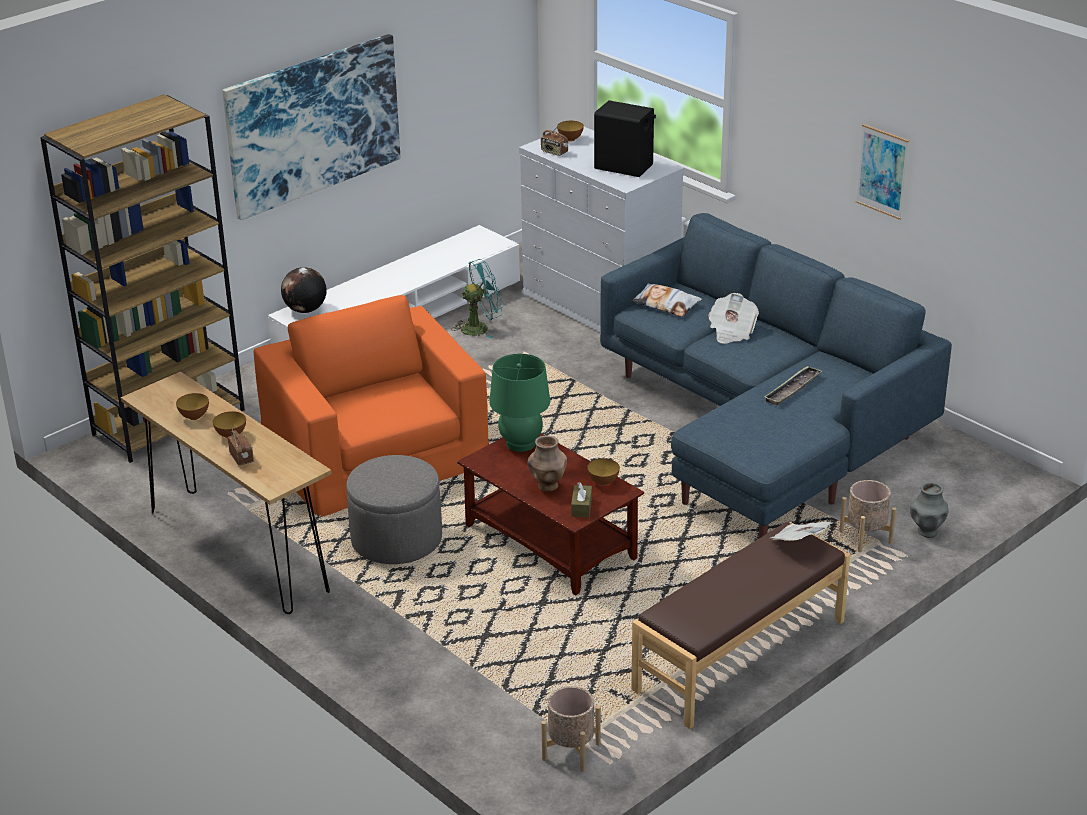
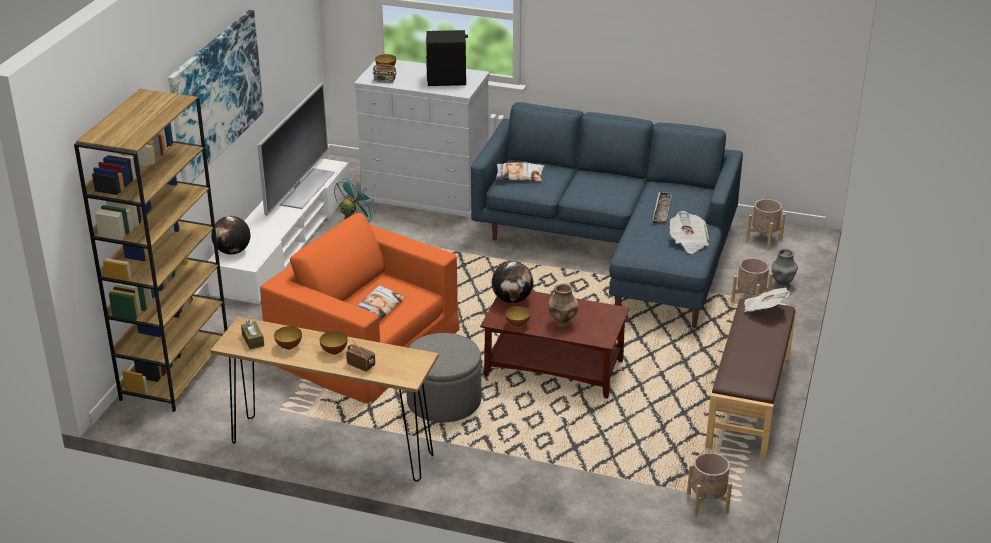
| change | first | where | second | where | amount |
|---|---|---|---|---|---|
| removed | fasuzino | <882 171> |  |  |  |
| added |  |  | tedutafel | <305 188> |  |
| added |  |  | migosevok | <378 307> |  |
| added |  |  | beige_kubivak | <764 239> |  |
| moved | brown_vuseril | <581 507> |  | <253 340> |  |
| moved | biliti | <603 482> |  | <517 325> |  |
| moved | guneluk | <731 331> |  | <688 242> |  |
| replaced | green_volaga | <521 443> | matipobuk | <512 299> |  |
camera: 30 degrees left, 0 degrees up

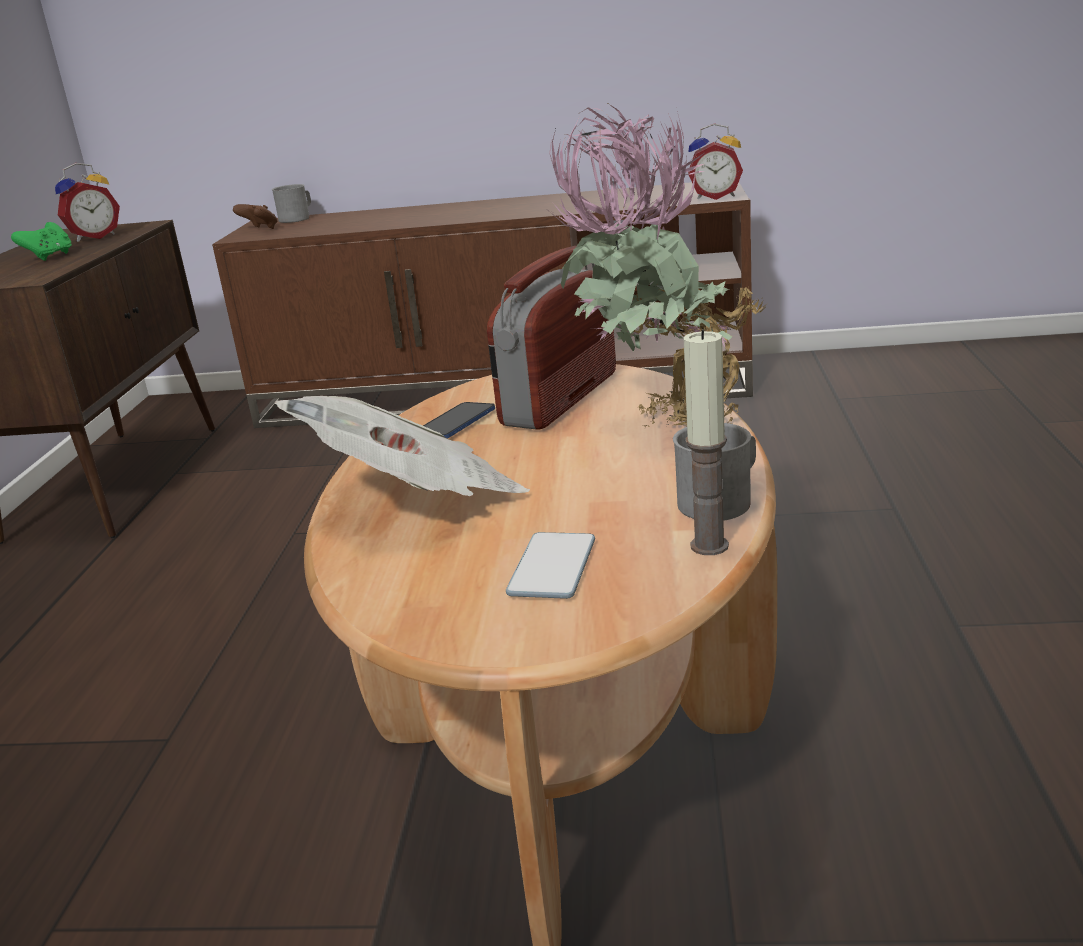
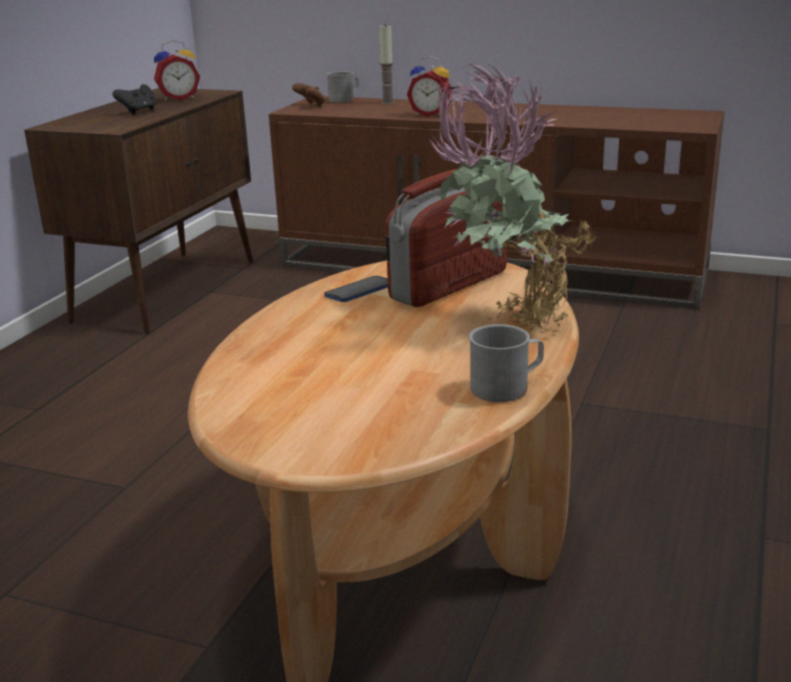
| change | first | where | second | where | amount |
|---|---|---|---|---|---|
| removed | guneluk | <416 500> |  |  |  |
| removed | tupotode | <552 567> |  |  |  |
| moved | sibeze | <709 546> |  | <388 103> |  |
| moved | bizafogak | <715 197> |  | <431 114> |  |
| recoloured | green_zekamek | <50 257> | black_zekamek | <138 111> |  |
camera: 15 degrees right, 0 degrees up

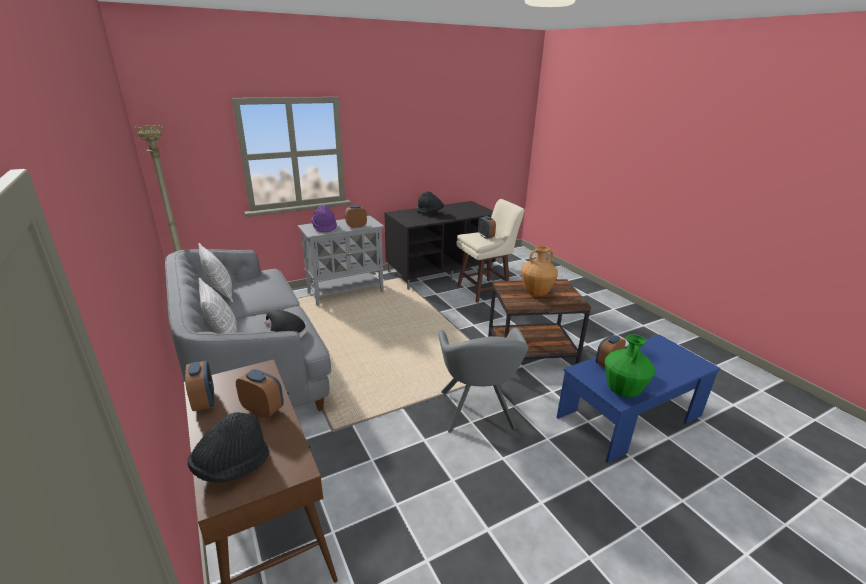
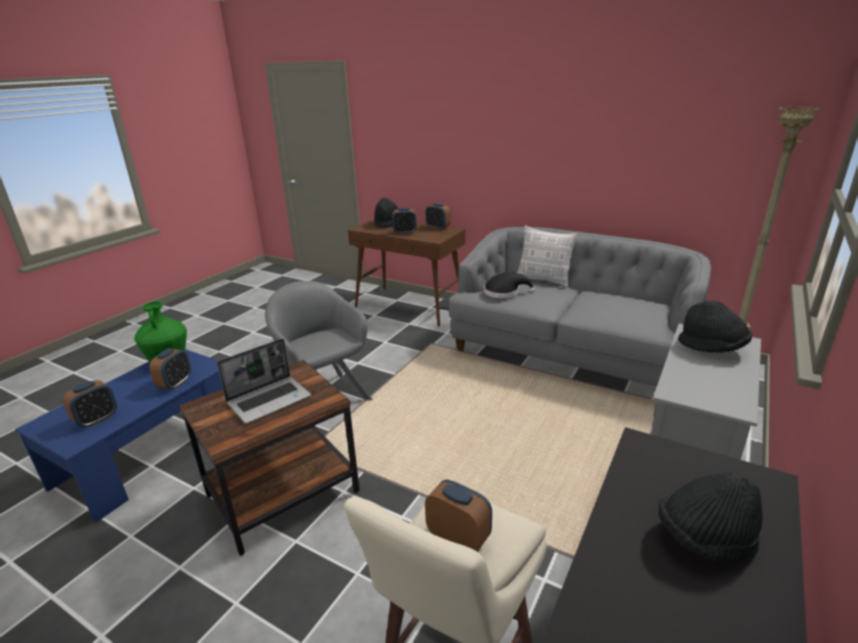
| change | first | where | second | where | amount |
|---|---|---|---|---|---|
| removed | migosevok | <220 293> |  |  |  |
| moved | bizafogak | <356 226> |  | <97 419> |  |
| replaced | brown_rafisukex | <536 293> | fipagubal | <270 400> |  |
| recoloured | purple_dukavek | <324 228> | black_dukavek | <712 348> |  |
camera: 150 degrees right, 0 degrees up

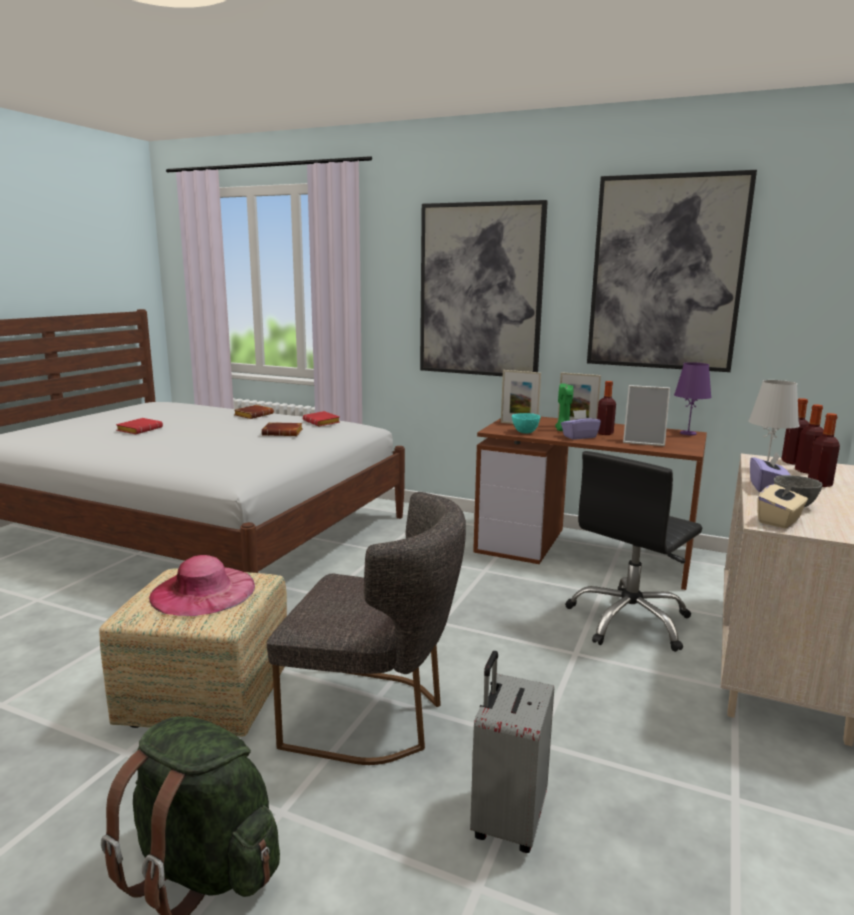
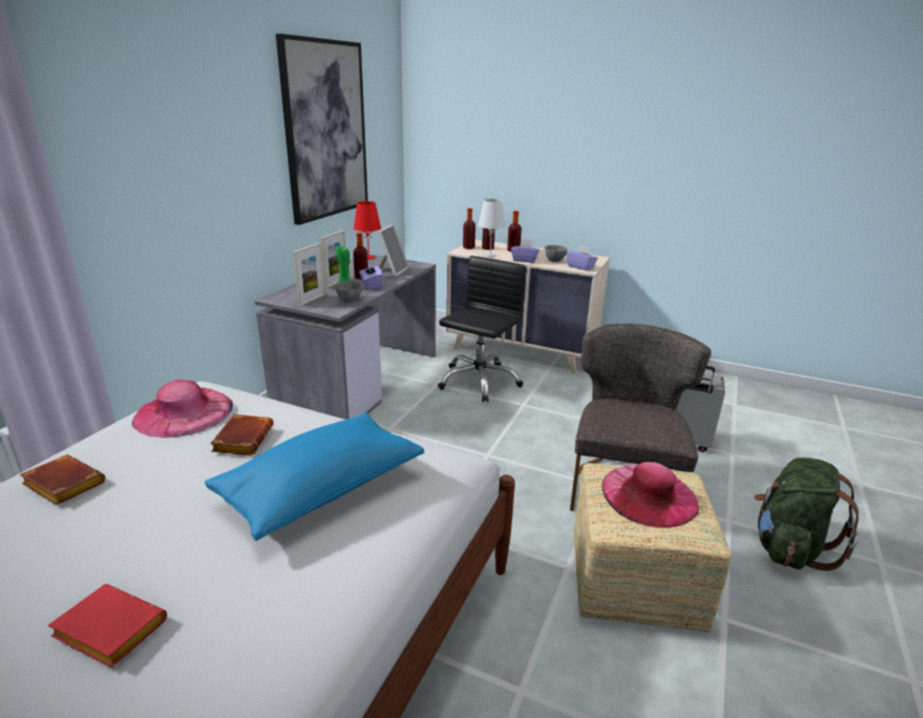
| change | first | where | second | where | amount |
|---|---|---|---|---|---|
| removed | fasuzino | <480 290> |  |  |  |
| added |  |  | blue_migosevok | <322 489> |  |
| replaced | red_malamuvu | <323 422> | pink_dukavek | <183 412> |  |
| recoloured | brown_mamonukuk | <585 551> | grey_mamonukuk | <359 379> |  |
| recoloured | turquoise_biliti | <525 432> | grey_biliti | <350 300> |  |
| recoloured | purple_volaga | <688 433> | red_volaga | <368 257> |  |
| recoloured | beige_vuseril | <779 521> | purple_vuseril | <580 267> |  |
| turned | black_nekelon | <629 621> |  | <478 381> | 105 degrees counterclockwise |
camera: 90 degrees left, 10 degrees up

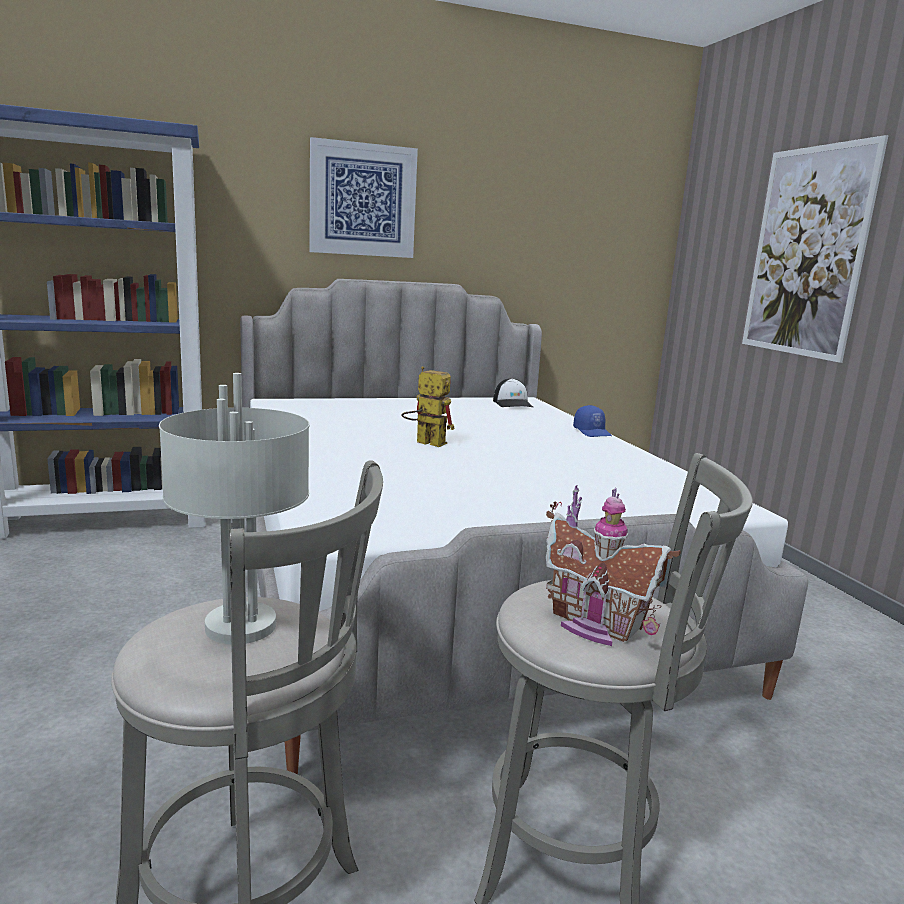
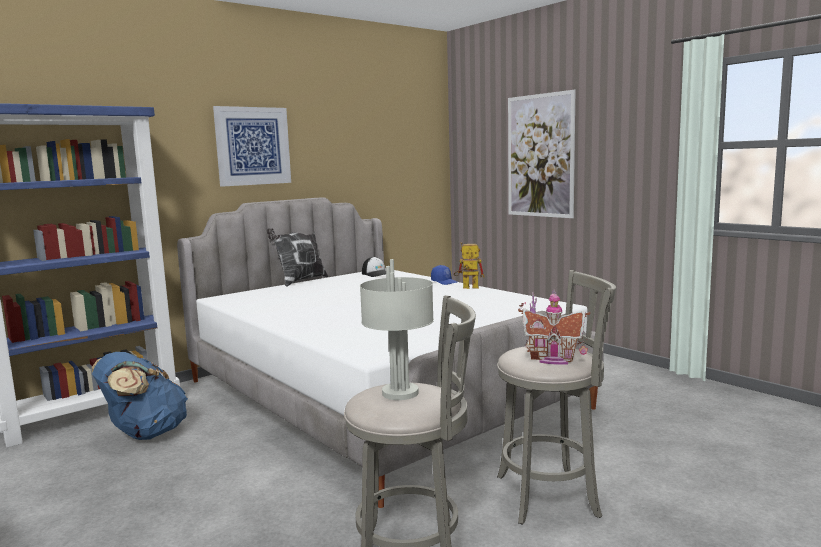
| change | first | where | second | where | amount |
|---|---|---|---|---|---|
| added |  |  | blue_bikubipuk | <145 434> |  |
| added |  |  | migosevok | <300 281> |  |
| moved | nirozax | <424 442> |  | <466 288> |  |
camera: 20 degrees left, 5 degrees down

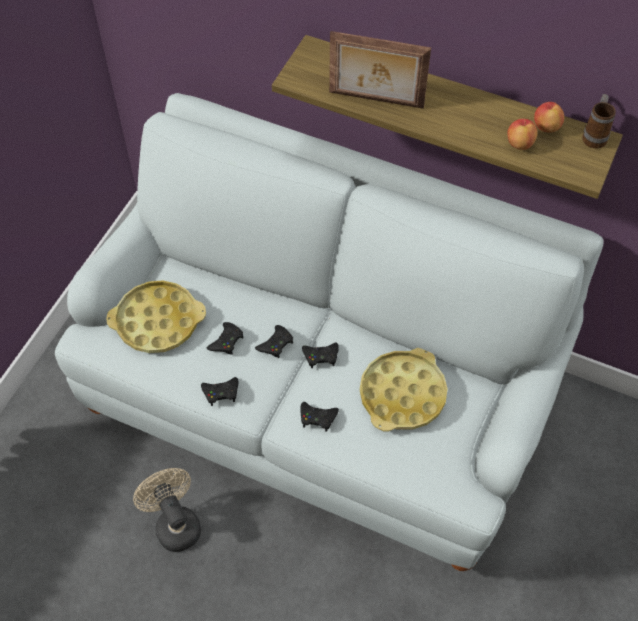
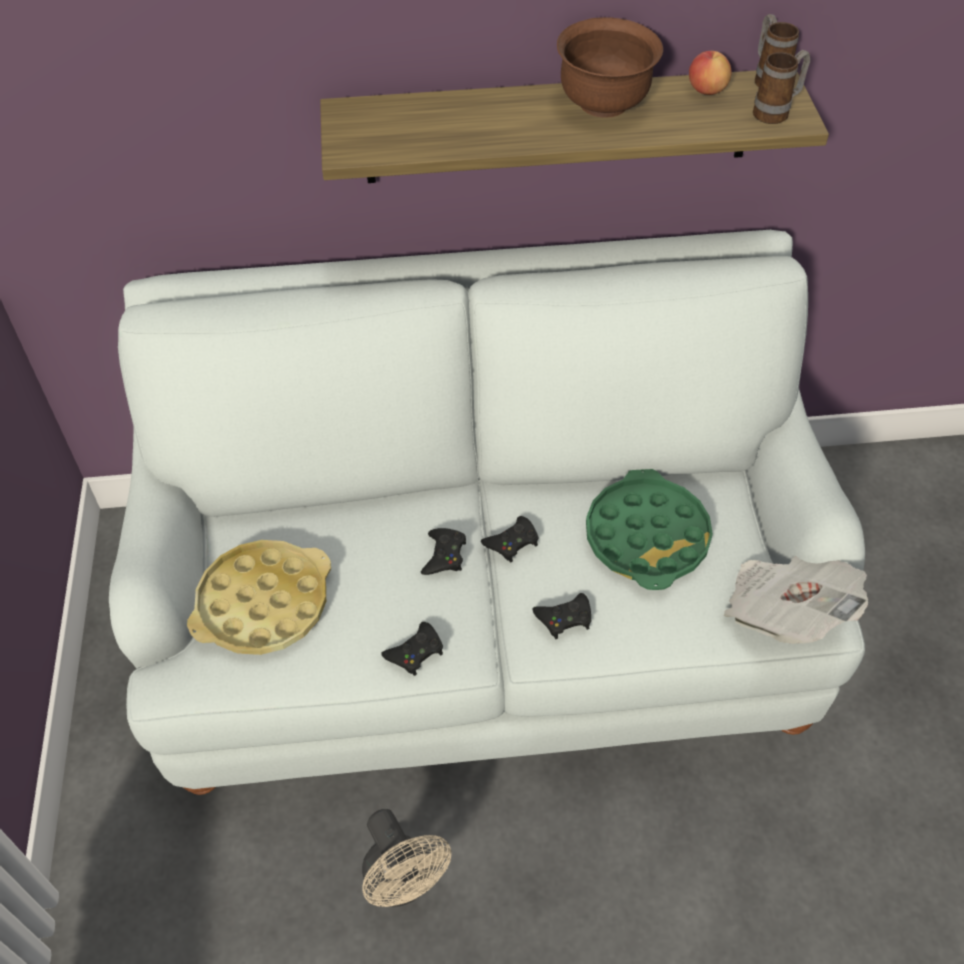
| change | first | where | second | where | amount |
|---|---|---|---|---|---|
| removed | black_zekamek | <226 341> |  |  |  |
| removed | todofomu | <376 101> |  |  |  |
| removed | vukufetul | <520 143> |  |  |  |
| added |  |  | brown_biliti | <604 104> |  |
| added |  |  | guneluk | <785 612> |  |
| added |  |  | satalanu | <776 112> |  |
| recoloured | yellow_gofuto | <402 394> | green_gofuto | <647 536> |  |
| turned | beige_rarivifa | <174 524> |  | <403 883> | 150 degrees counterclockwise |
camera: 30 degrees left, 5 degrees down

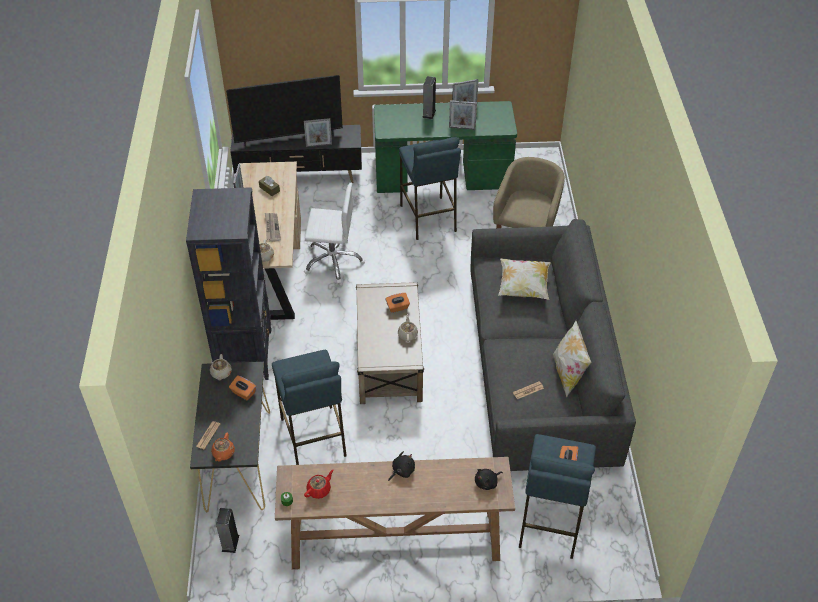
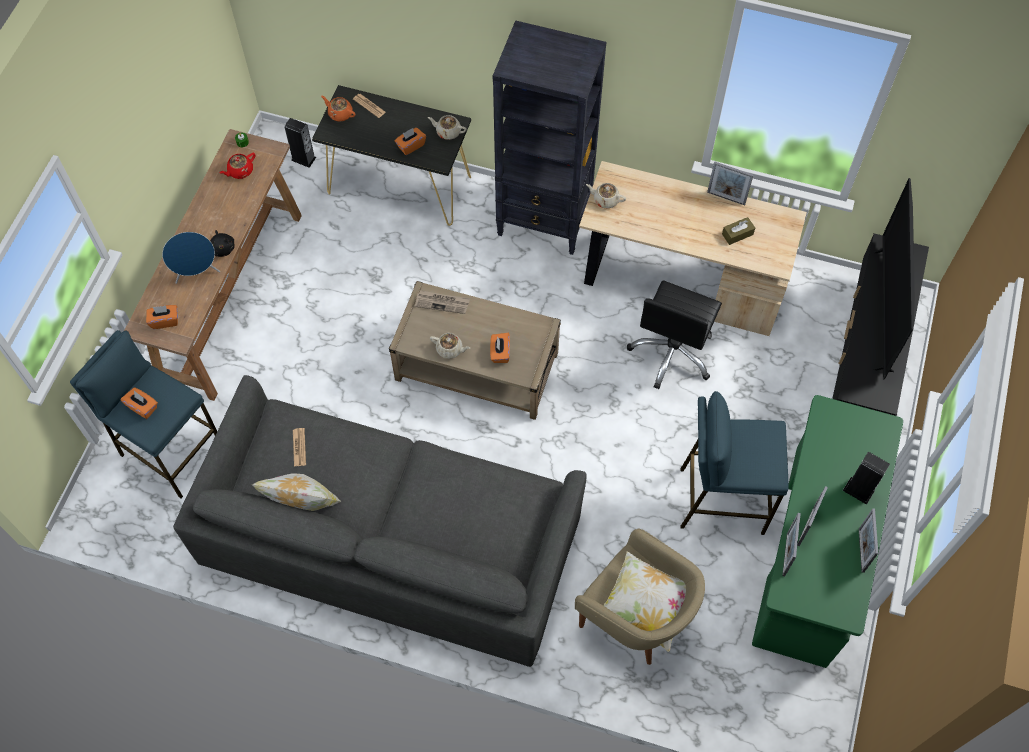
| change | first | where | second | where | amount |
|---|---|---|---|---|---|
| removed | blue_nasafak | <313 437> |  |  |  |
| added |  |  | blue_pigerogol | <197 273> |  |
| moved | guneluk | <272 228> |  | <442 303> |  |
| moved | todofomu | <319 145> |  | <785 554> |  |
| moved | migosevok | <523 287> |  | <645 606> |  |
| replaced | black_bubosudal | <487 482> | orange_vuseril | <165 321> |  |
| recoloured | white_nekelon | <333 261> | black_nekelon | <672 353> |  |
| turned | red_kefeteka | <319 490> |  | <240 171> | 75 degrees clockwise |
camera: 110 degrees right, 15 degrees up

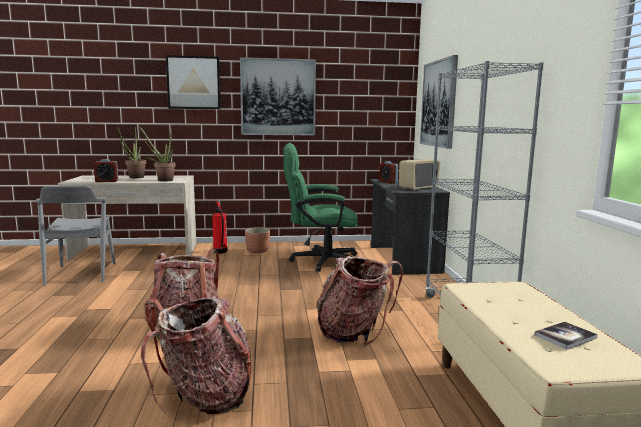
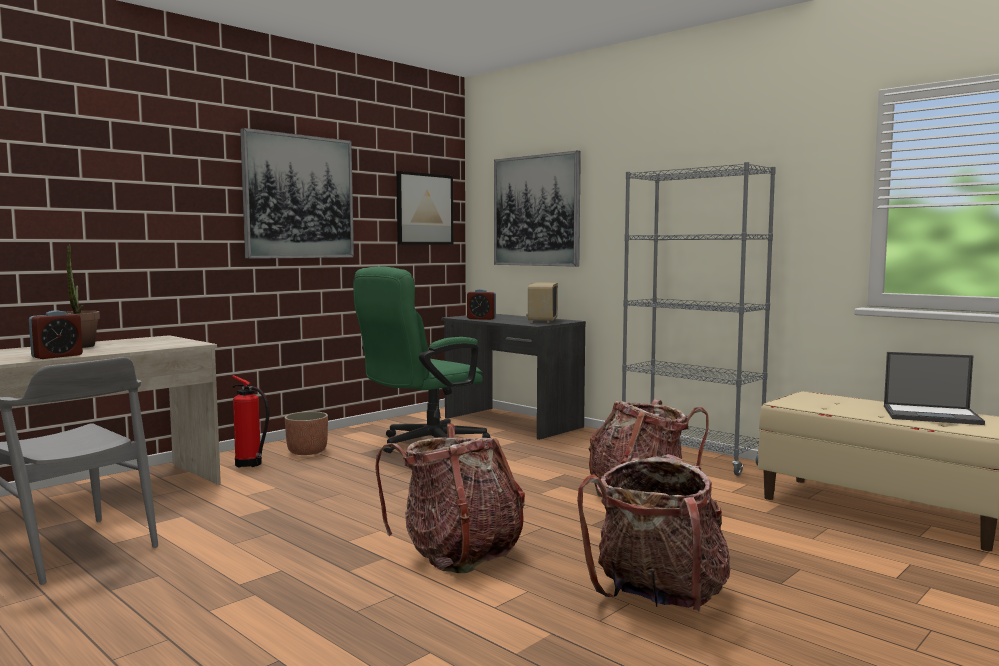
| change | first | where | second | where | amount |
|---|---|---|---|---|---|
| removed | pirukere | <162 180> |  |  |  |
| moved | fasuzino | <193 82> |  | <424 209> |  |
| replaced | malamuvu | <565 336> | fipagubal | <932 415> |  |
camera: 40 degrees left, 5 degrees down

